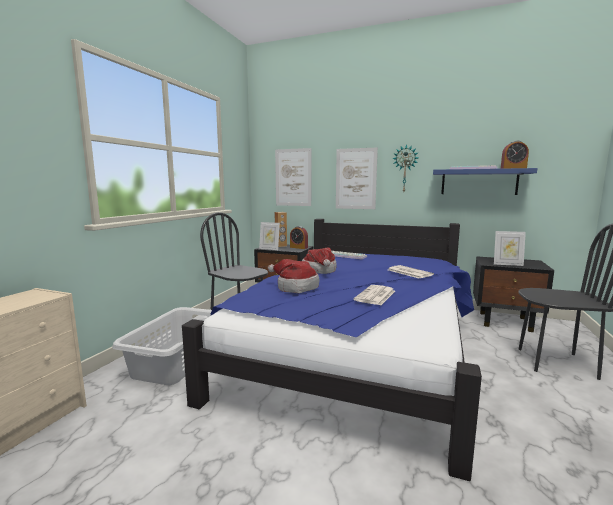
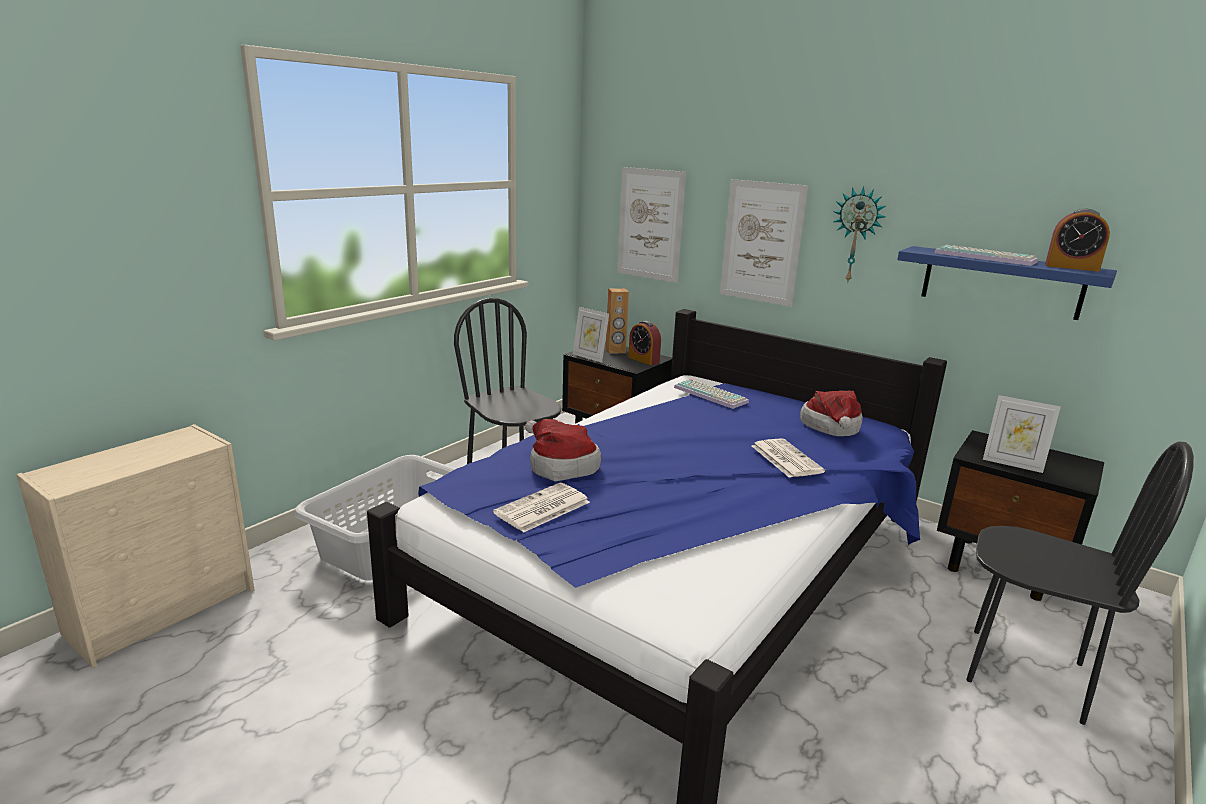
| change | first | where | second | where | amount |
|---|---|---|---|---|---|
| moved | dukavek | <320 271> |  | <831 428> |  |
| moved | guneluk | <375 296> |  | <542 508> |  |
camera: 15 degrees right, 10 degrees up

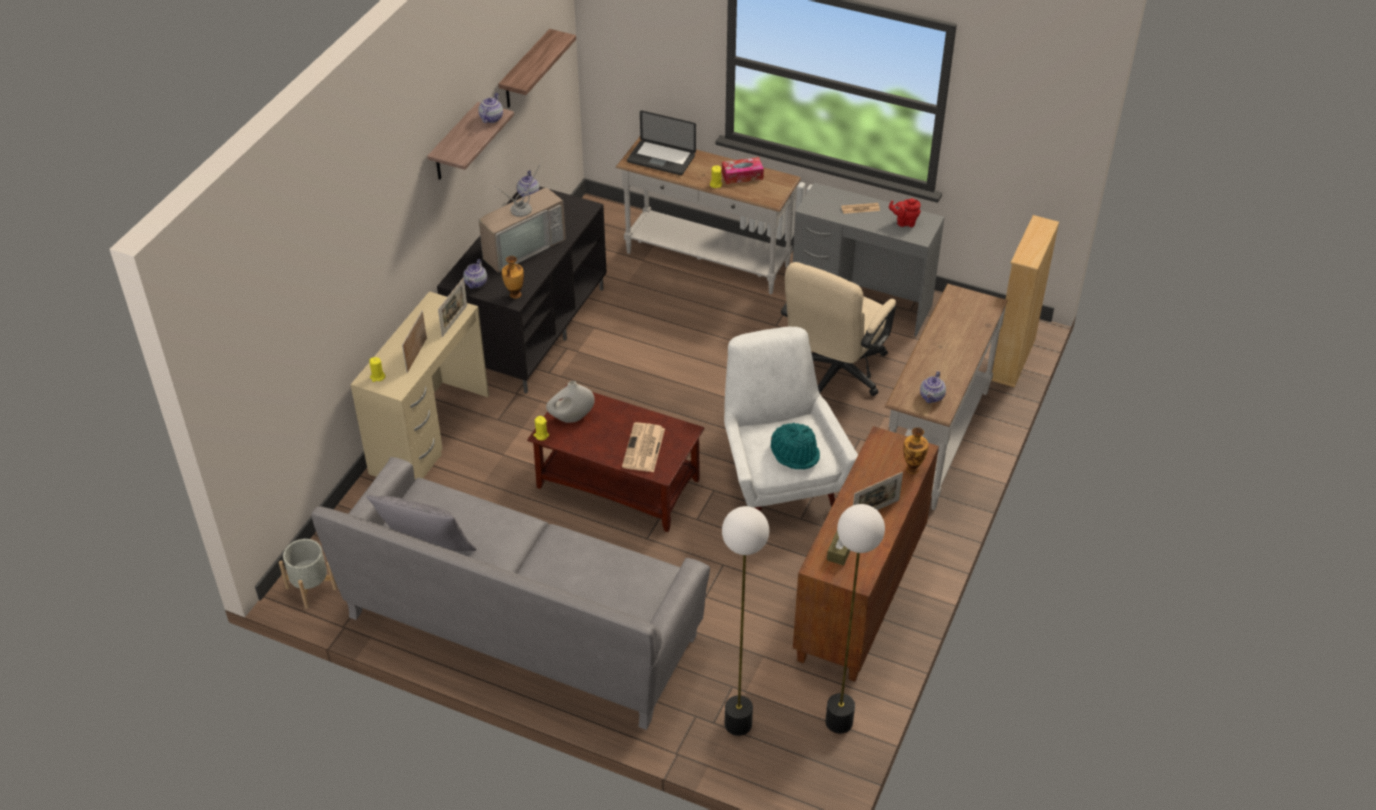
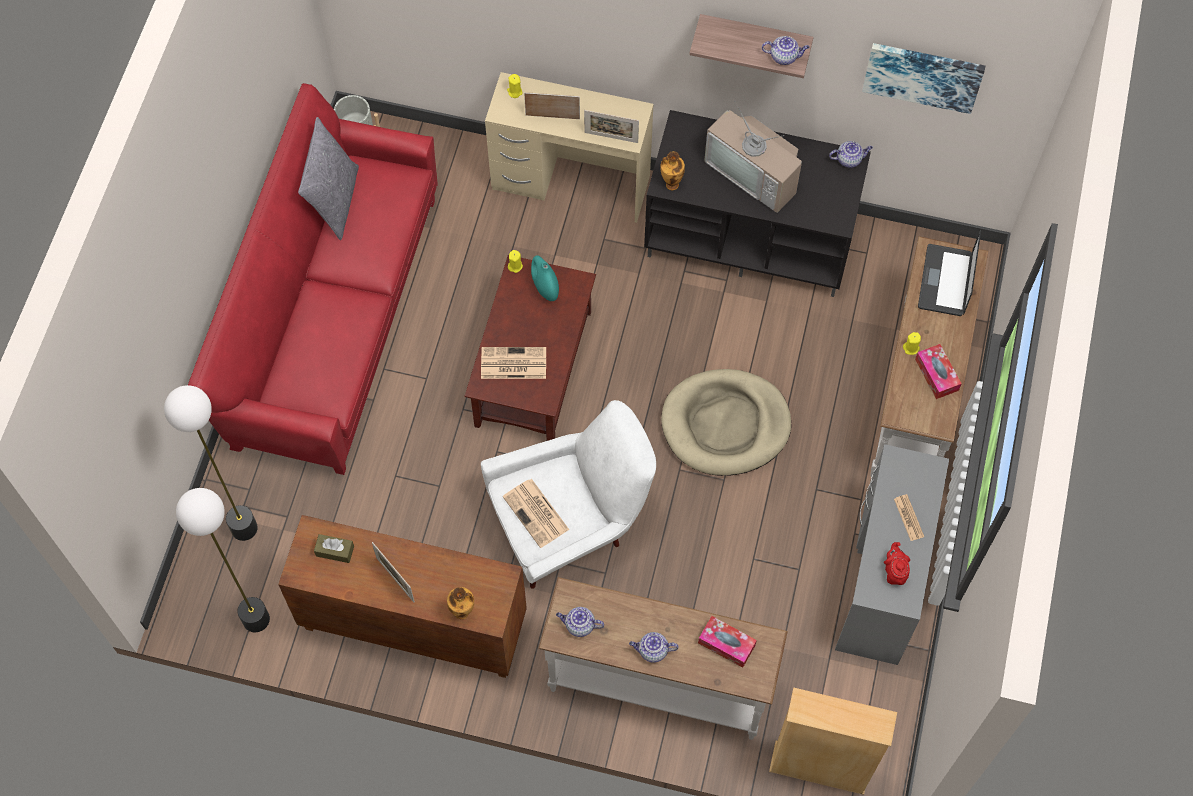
| change | first | where | second | where | amount |
|---|---|---|---|---|---|
| removed | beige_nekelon | <834 375> |  |  |  |
| added |  |  | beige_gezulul | <725 425> |  |
| added |  |  | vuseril | <726 644> |  |
| moved | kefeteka | <476 283> |  | <652 651> |  |
| replaced | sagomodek | <525 71> | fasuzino | <923 75> |  |
| replaced | turquoise_dukavek | <795 453> | guneluk | <537 514> |  |
| recoloured | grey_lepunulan | <522 627> | red_lepunulan | <335 321> |  |
| recoloured | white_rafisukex | <571 418> | turquoise_rafisukex | <545 288> |  |
camera: 80 degrees right, 20 degrees up

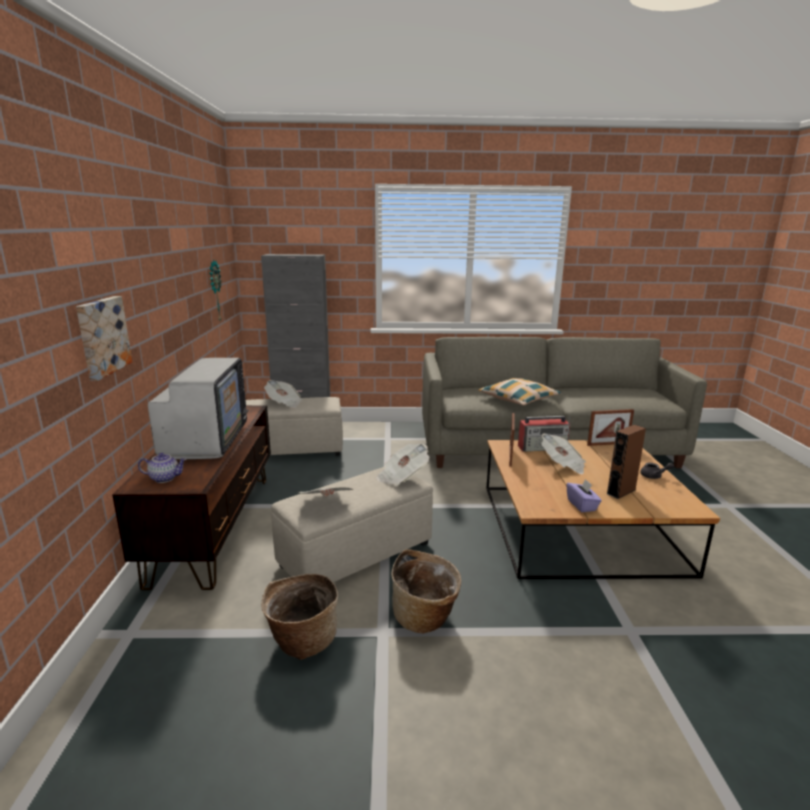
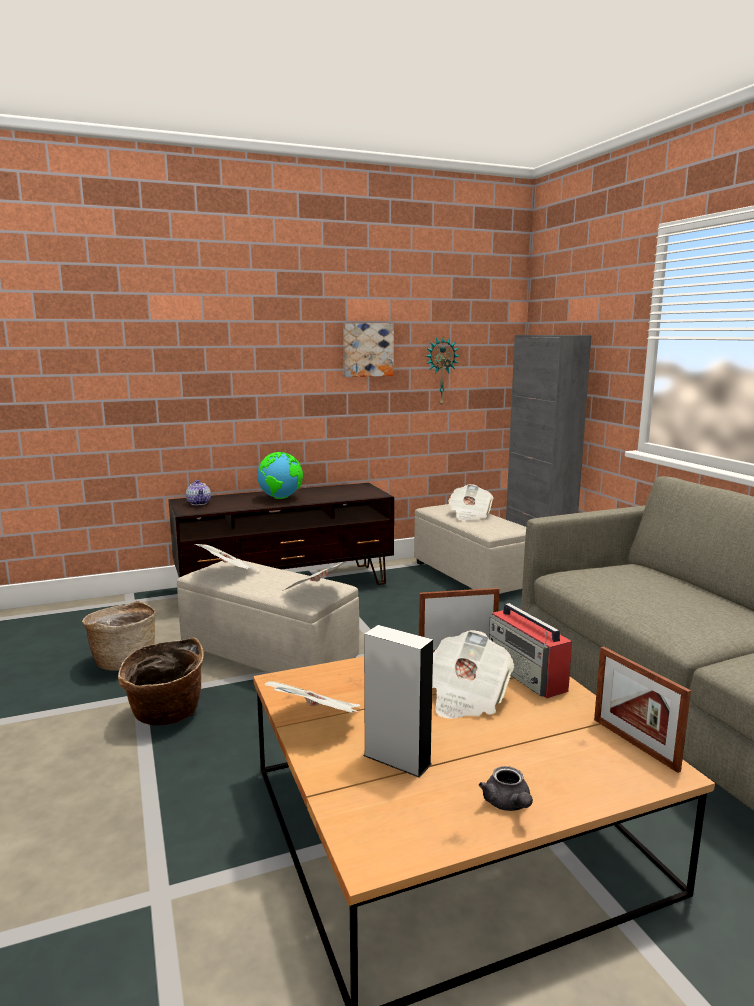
| change | first | where | second | where | amount |
|---|---|---|---|---|---|
| removed | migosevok | <518 399> |  |  |  |
| moved | fasuzino | <102 336> |  | <367 350> |  |
| replaced | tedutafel | <206 441> | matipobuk | <281 498> |  |
| replaced | purple_vuseril | <582 505> | guneluk | <317 720> |  |
| recoloured | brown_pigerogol | <621 491> | grey_pigerogol | <397 759> |  |
camera: 70 degrees right, 5 degrees down

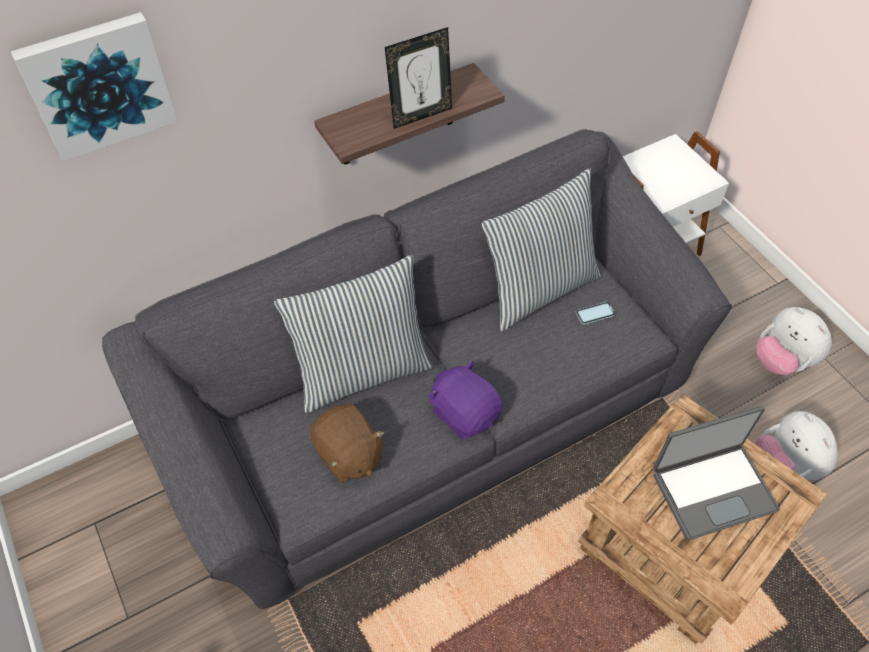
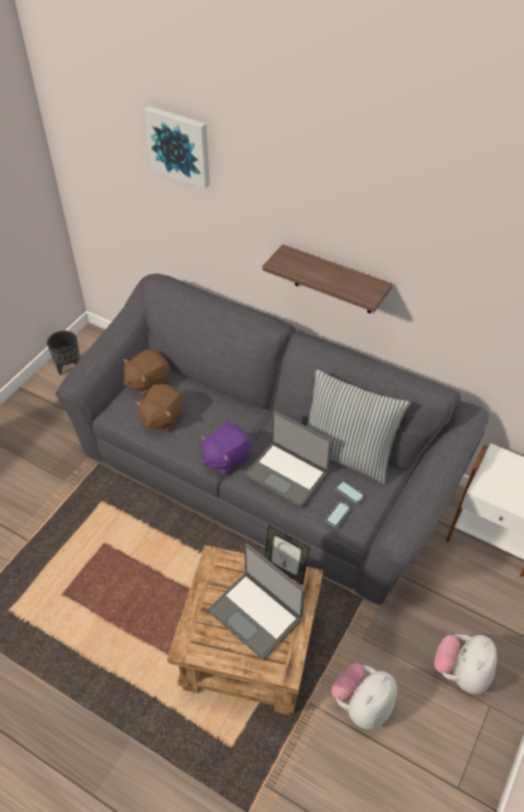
| change | first | where | second | where | amount |
|---|---|---|---|---|---|
| removed | migosevok | <362 372> |  |  |  |
| added |  |  | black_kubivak | <69 367> |  |
| added |  |  | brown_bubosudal | <147 382> |  |
| added |  |  | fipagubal | <287 474> |  |
| added |  |  | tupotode | <338 514> |  |
| moved | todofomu | <420 115> |  | <285 570> |  |
| turned | purple_bubosudal | <464 413> |  | <225 458> | 150 degrees counterclockwise |
camera: 60 degrees right, 5 degrees down

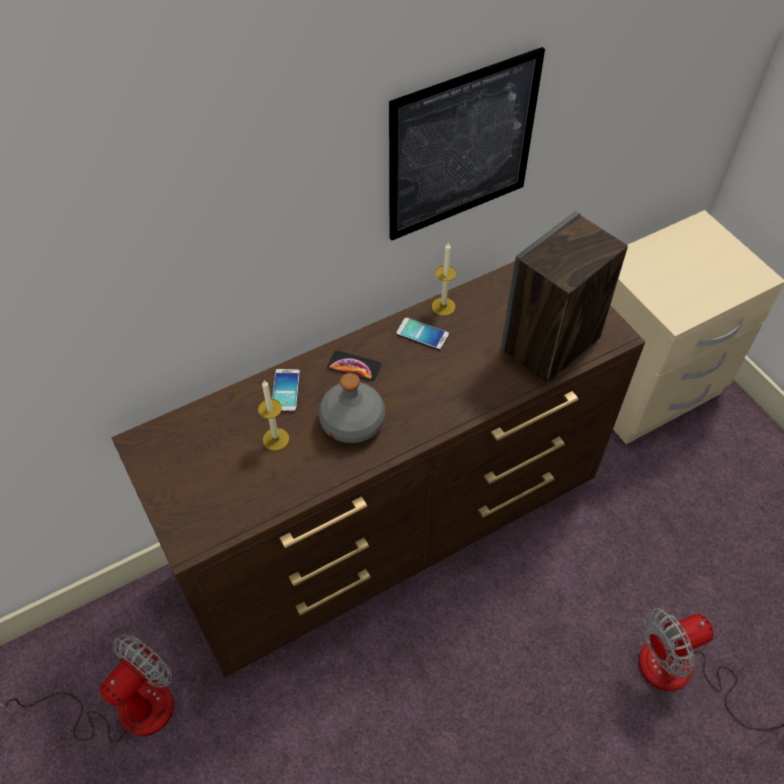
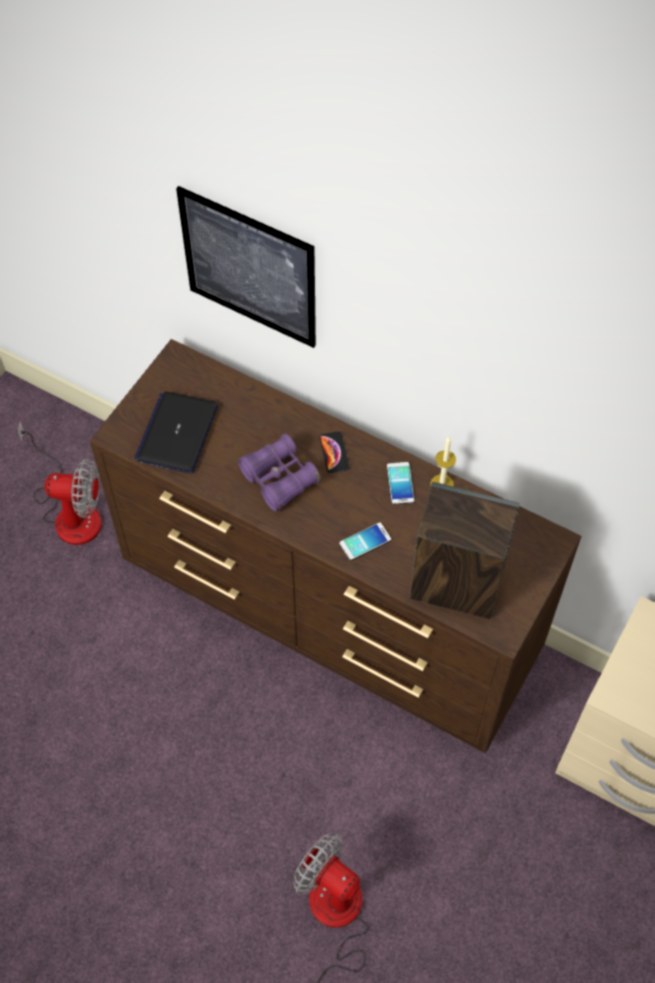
| change | first | where | second | where | amount |
|---|---|---|---|---|---|
| removed | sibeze | <276 439> |  |  |  |
| added |  |  | fipagubal | <177 433> |  |
| moved | tupotode | <285 391> |  | <365 541> |  |
| moved | fasuzino | <462 147> |  | <249 268> |  |
| replaced | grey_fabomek | <352 422> | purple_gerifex | <279 479> |  |
camera: 60 degrees right, 5 degrees up

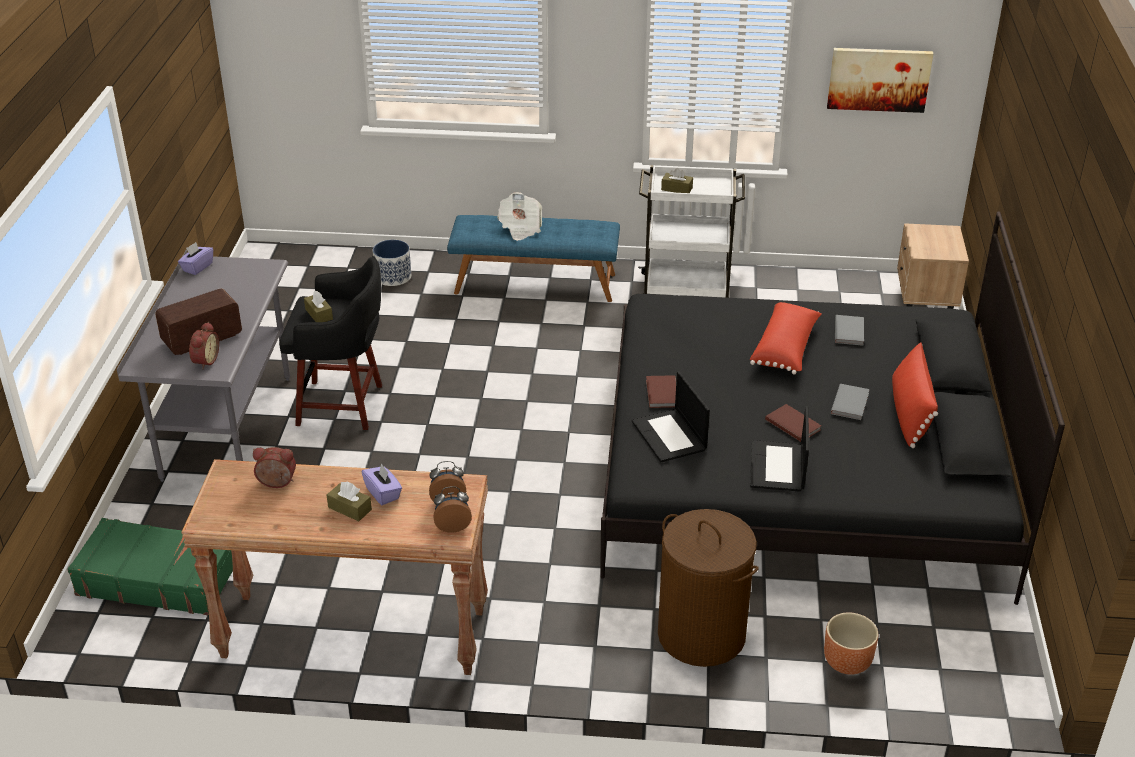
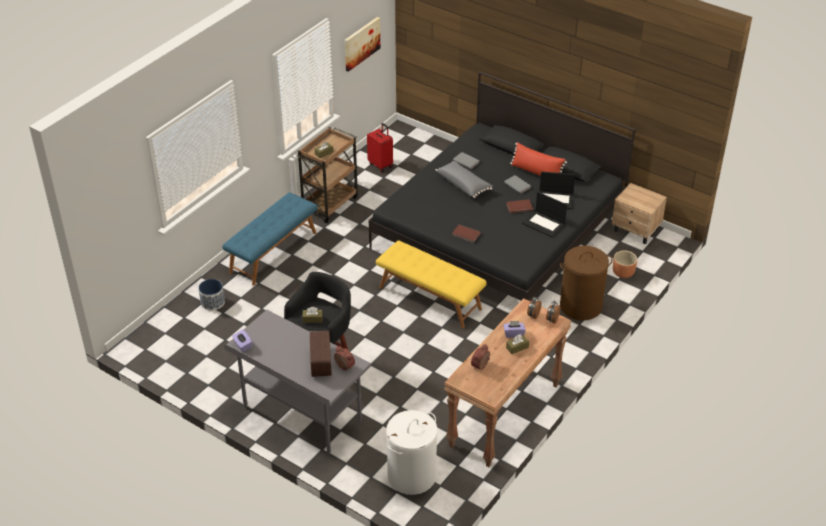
| change | first | where | second | where | amount |
|---|---|---|---|---|---|
| removed | guneluk | <520 228> |  |  |  |
| added |  |  | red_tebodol | <381 165> |  |
| added |  |  | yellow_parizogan | <430 298> |  |
| moved | fipagubal | <670 436> |  | <556 199> |  |
| moved | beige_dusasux | <925 301> |  | <636 231> |  |
| replaced | green_tebodol | <157 578> | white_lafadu | <412 476> |  |
| recoloured | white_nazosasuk | <686 289> | brown_nazosasuk | <330 203> |  |
| recoloured | red_migosevok | <786 349> | grey_migosevok | <463 184> |  |
camera: 60 degrees left, 5 degrees up

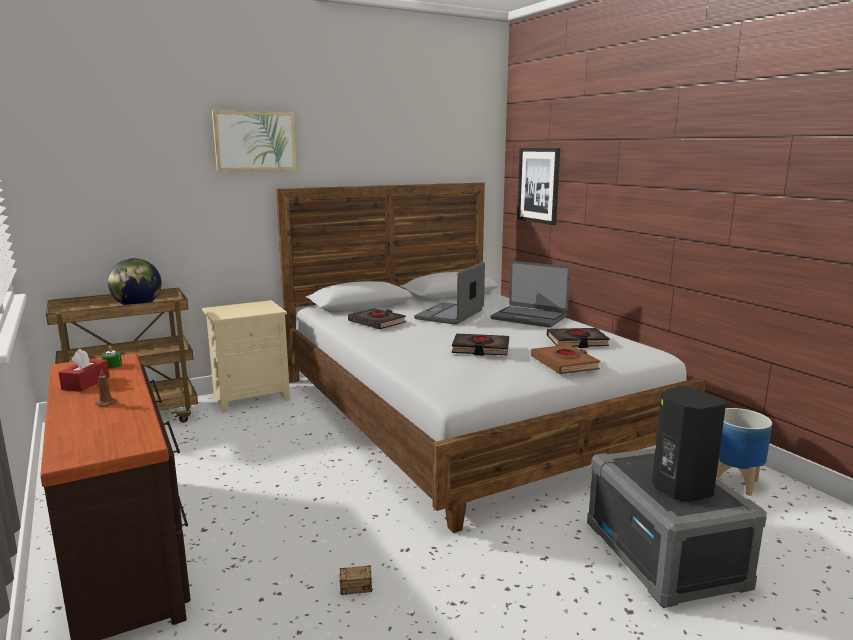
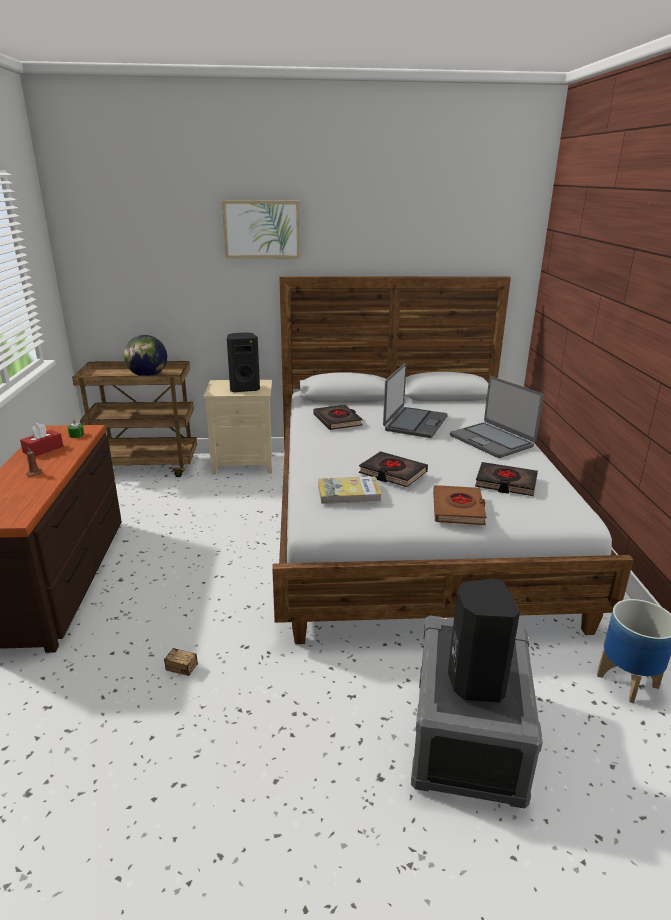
| change | first | where | second | where | amount |
|---|---|---|---|---|---|
| removed | fasuzino | <539 185> |  |  |  |
| added |  |  | black_pigerogol | <244 388> |  |
| added |  |  | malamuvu | <349 493> |  |
| turned | fipagubal | <450 315> |  | <415 423> | 150 degrees clockwise |
camera: 25 degrees right, 10 degrees up

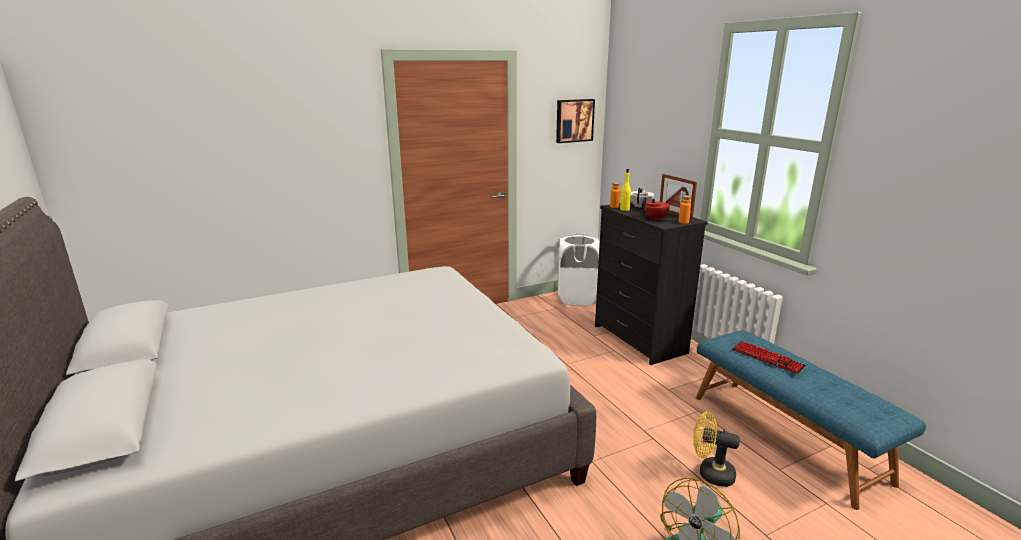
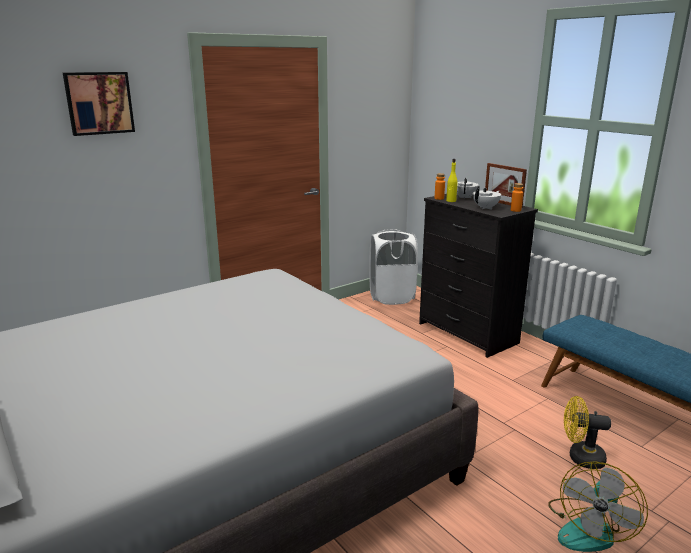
| change | first | where | second | where | amount |
|---|---|---|---|---|---|
| removed | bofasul | <767 358> |  |  |  |
| moved | fasuzino | <574 120> |  | <99 103> |  |
| recoloured | red_kefeteka | <655 218> | white_kefeteka | <486 208> |  |
camera: 10 degrees left, 0 degrees up

